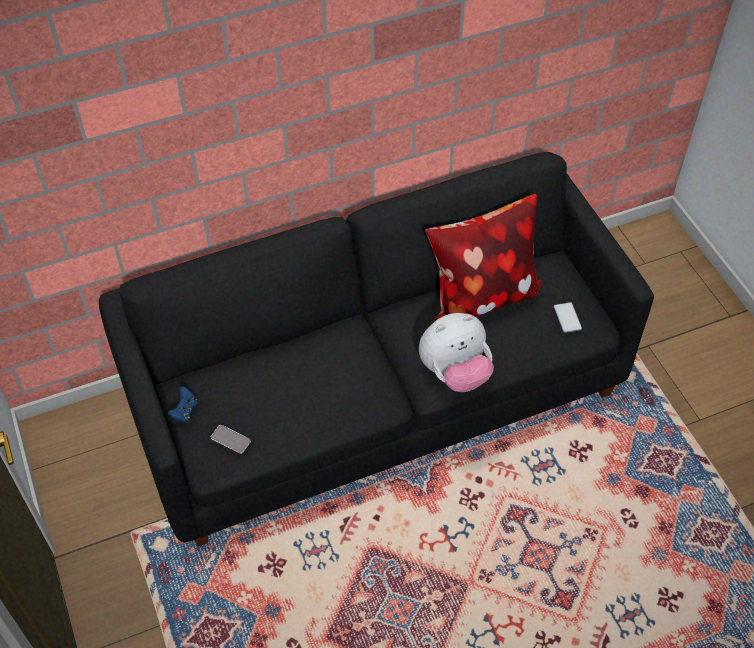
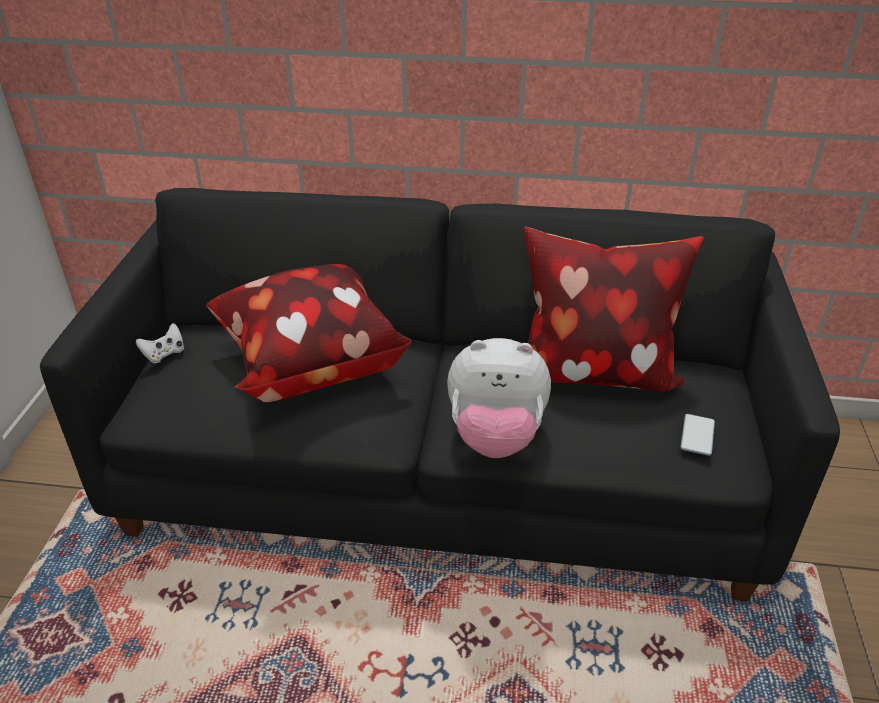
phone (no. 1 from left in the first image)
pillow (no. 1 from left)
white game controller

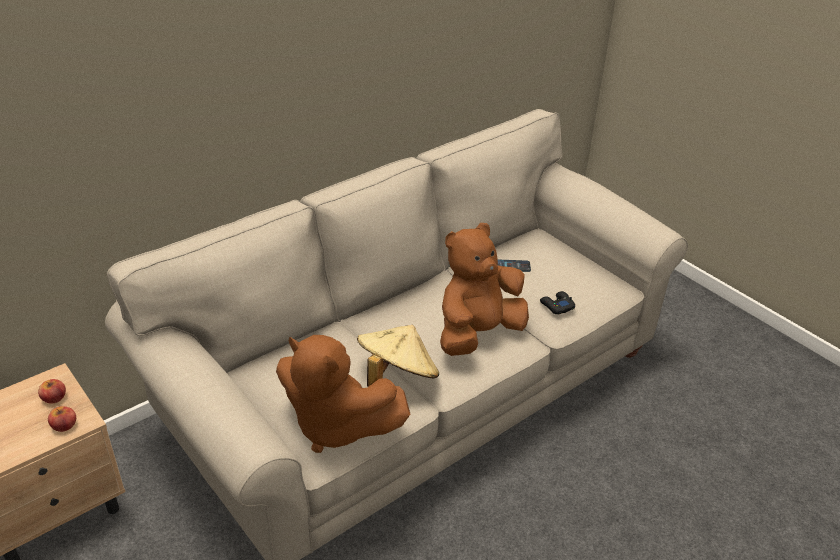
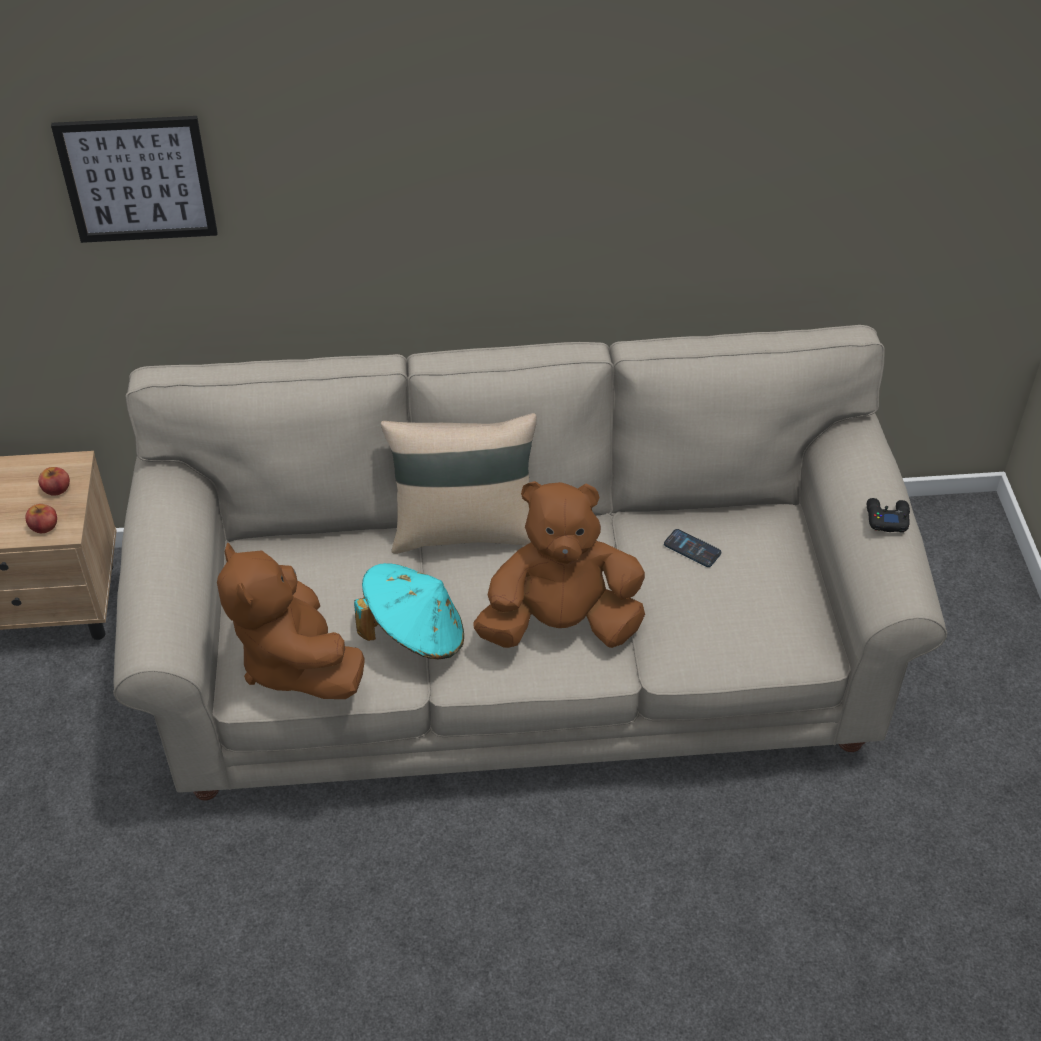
picture
beige pillow
black game controller
turquoise hat

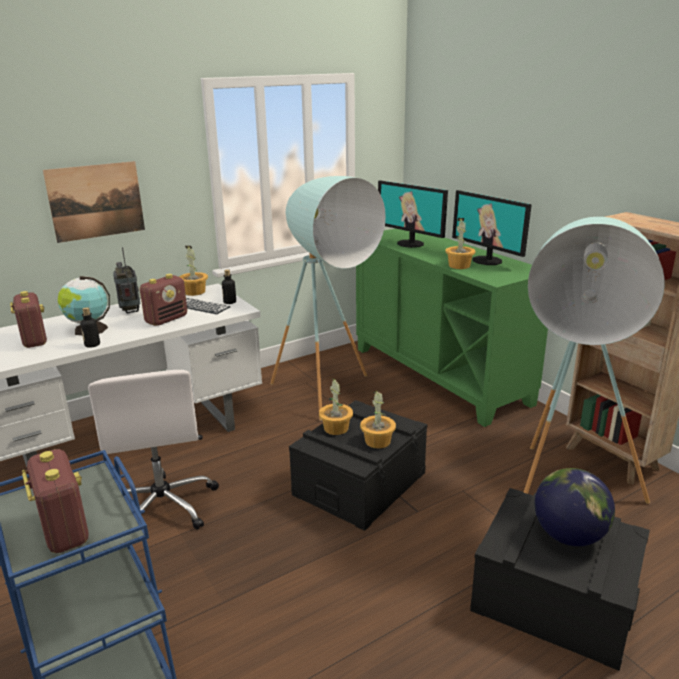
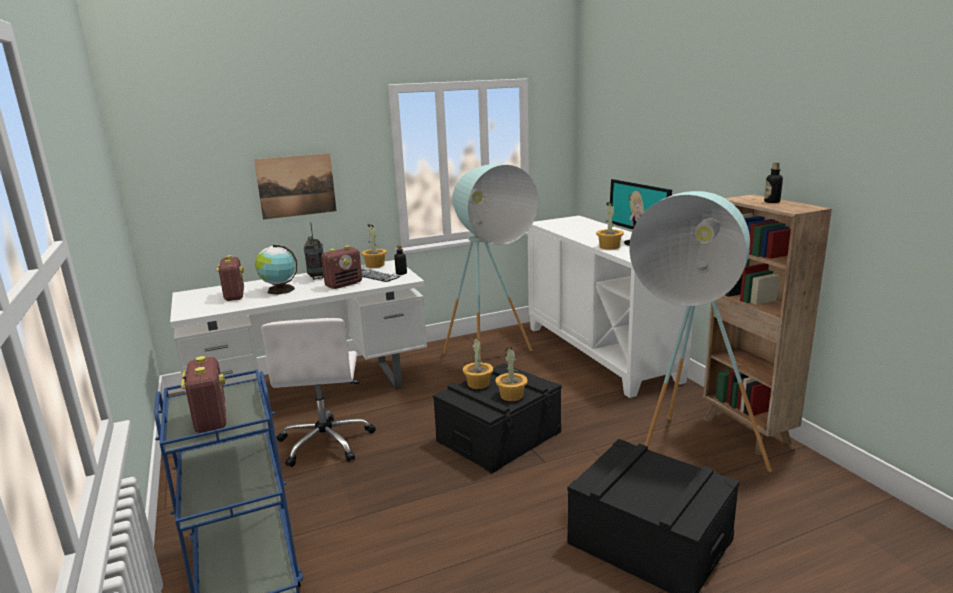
monitor (no. 1 from left in the first image)
globe (no. 2 from left in the first image)
bottle (no. 2 from left)
white cabinet

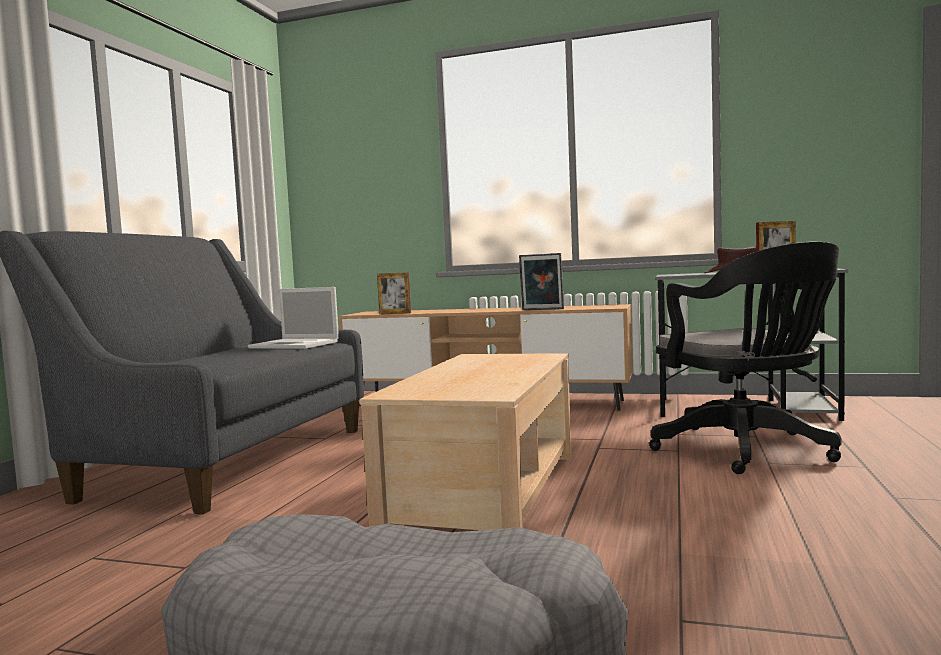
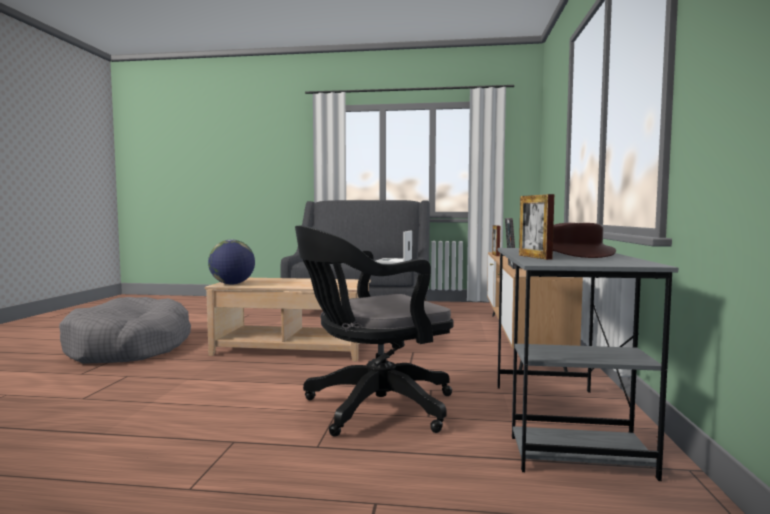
globe

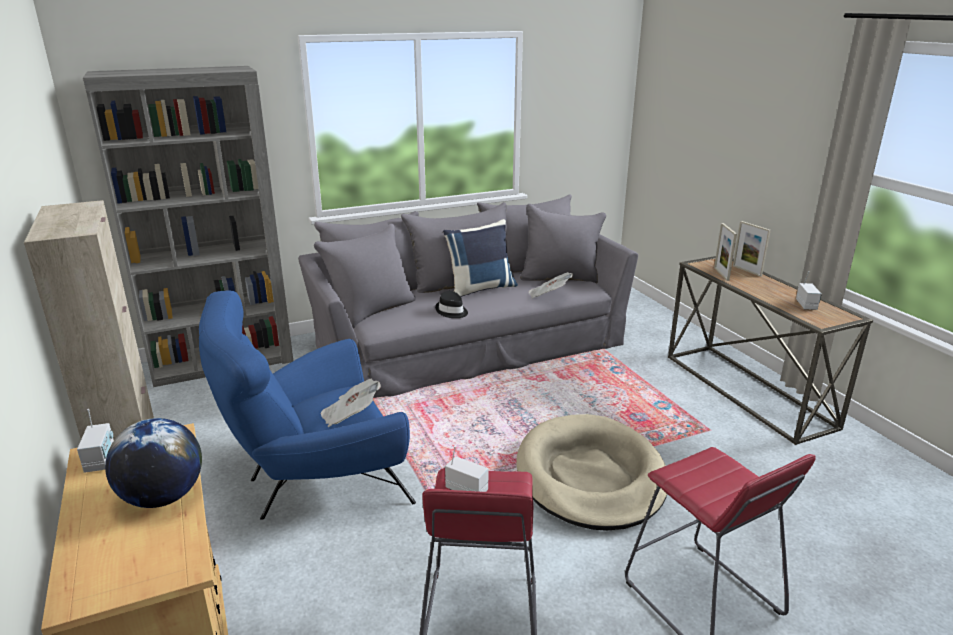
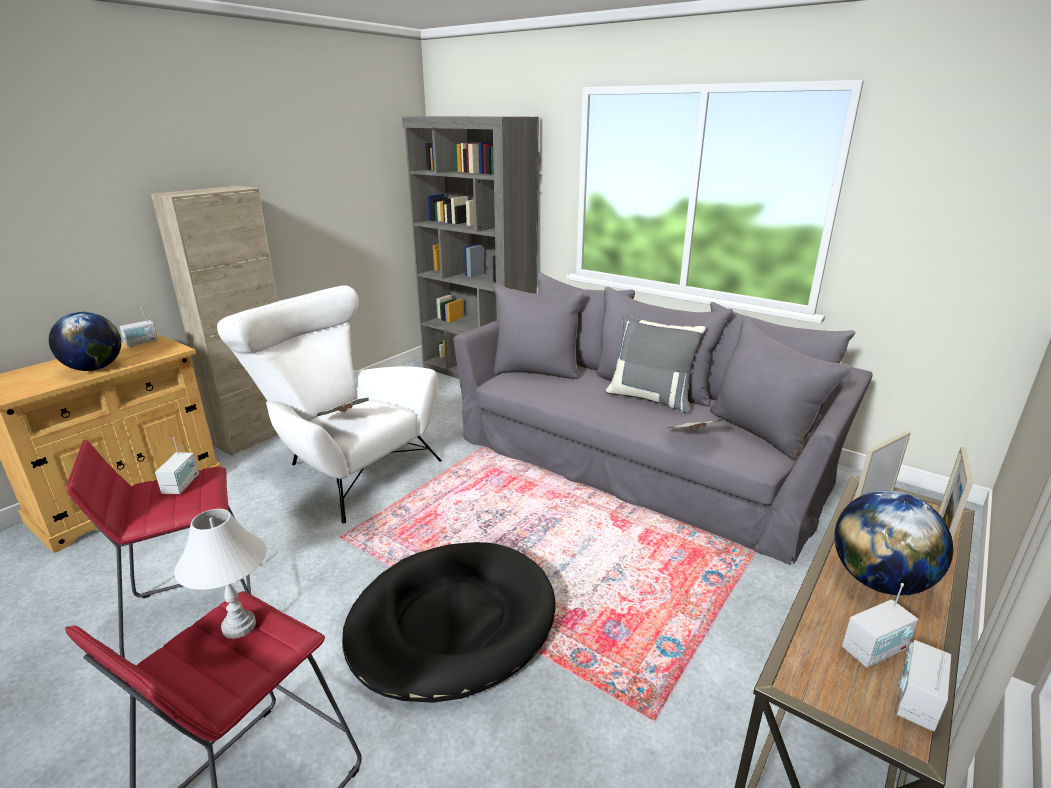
black hat
white table lamp
globe (no. 2 from left)
radio (no. 4 from left)
white armchair
grey pillow
black dog bed

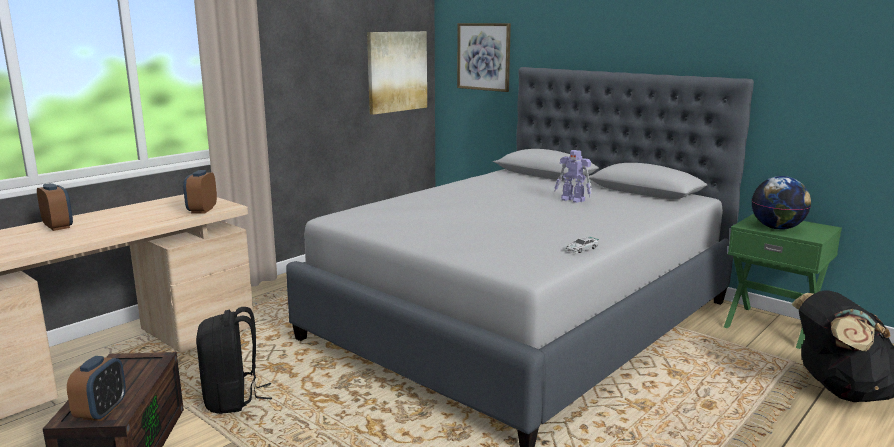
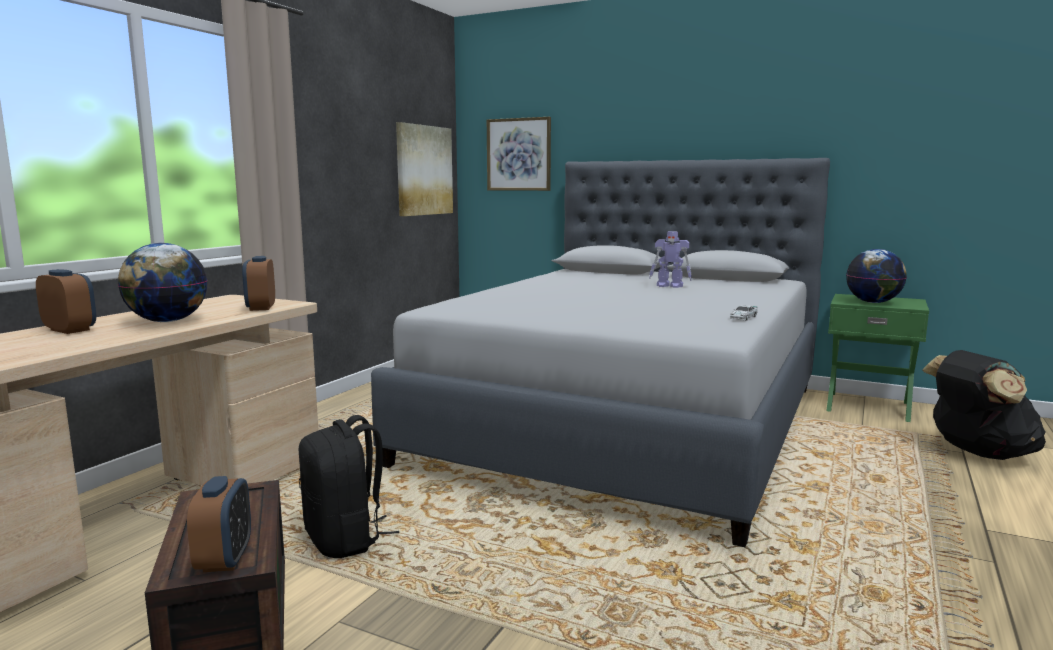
globe (no. 1 from left)

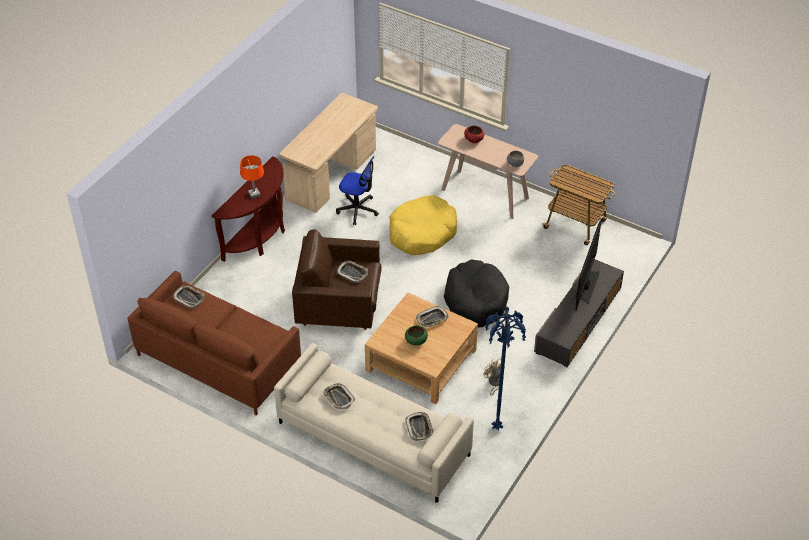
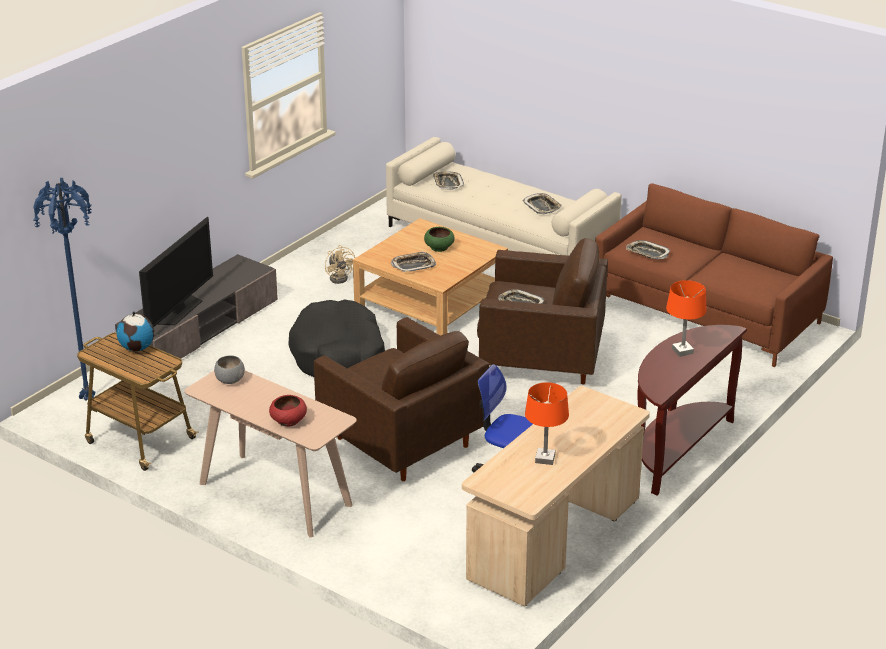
globe
orange table lamp (no. 1 from left)
tray (no. 5 from left)
blue floor lamp
brown armchair (no. 1 from left)

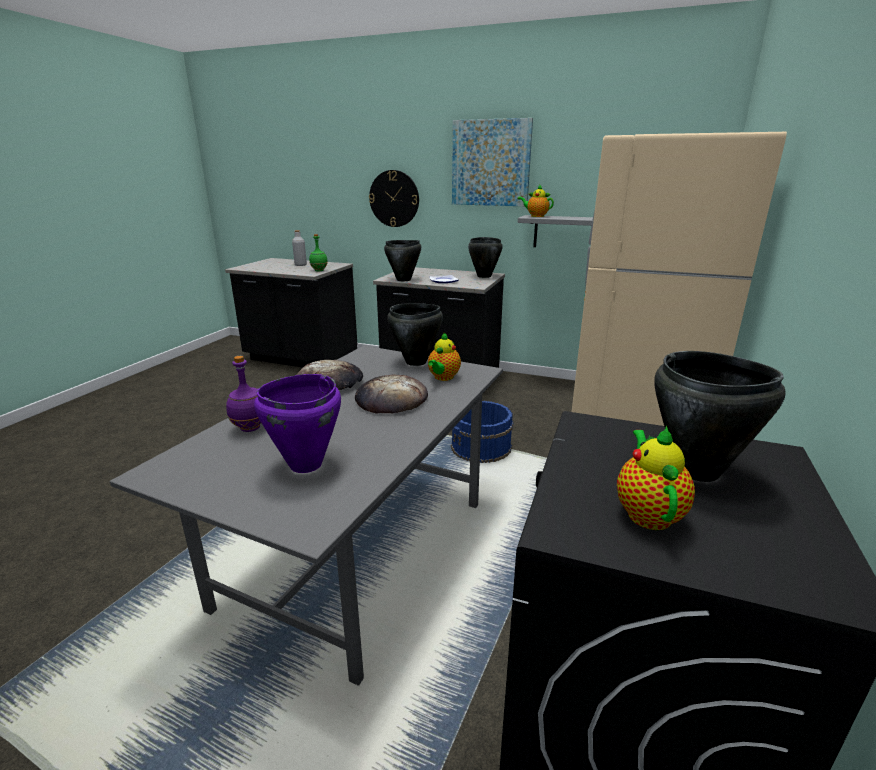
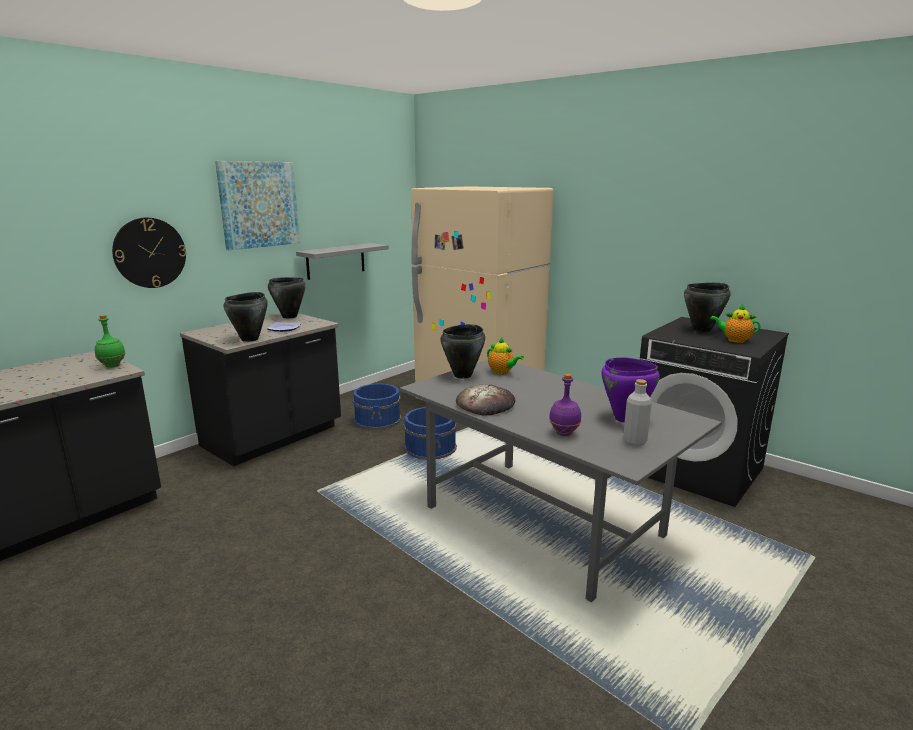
bread (no. 2 from left in the first image)
teapot (no. 2 from left in the first image)
blue bucket (no. 1 from left)
grey bottle

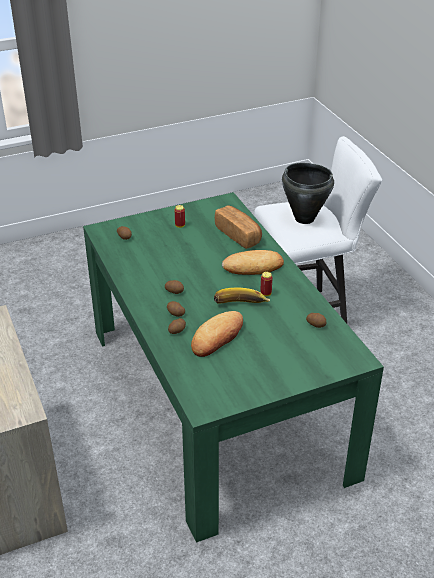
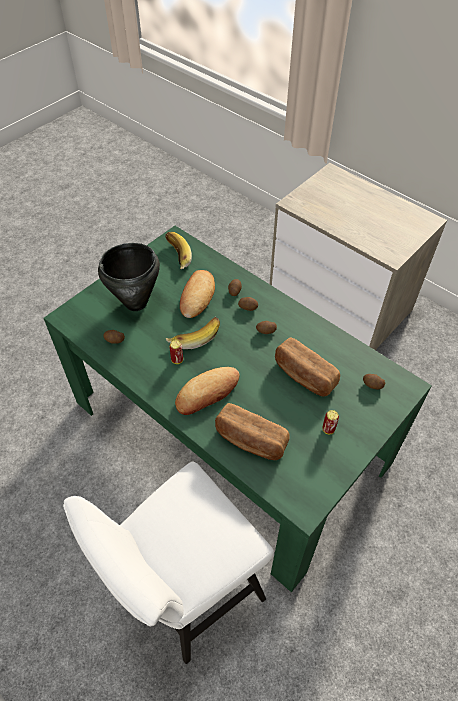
banana (no. 1 from left)
bread (no. 4 from left)
black cooking pot

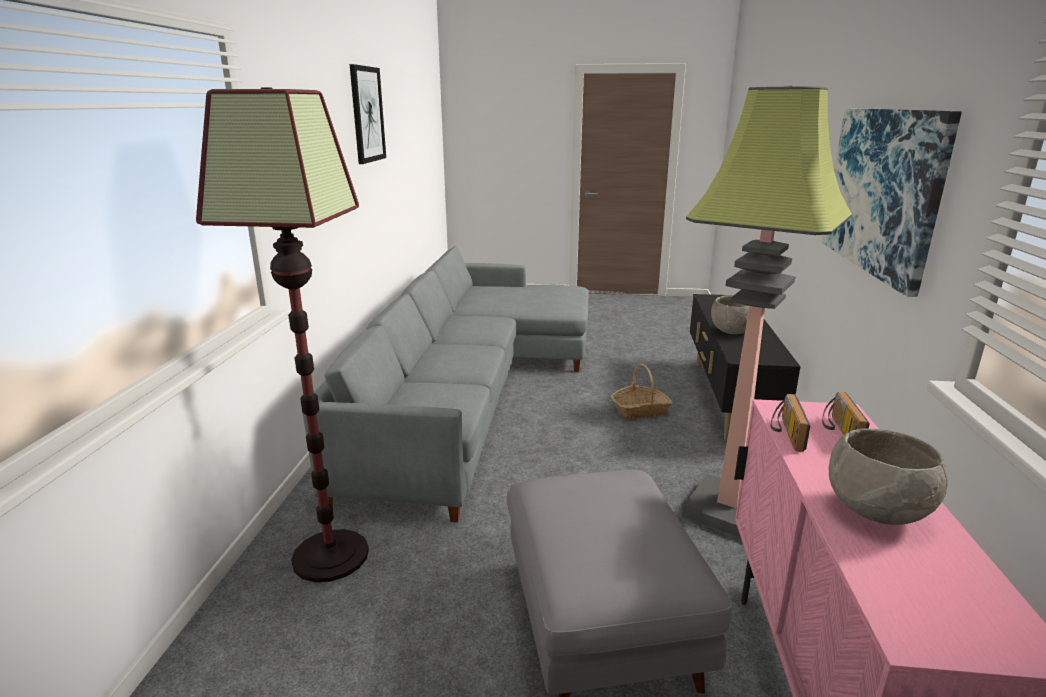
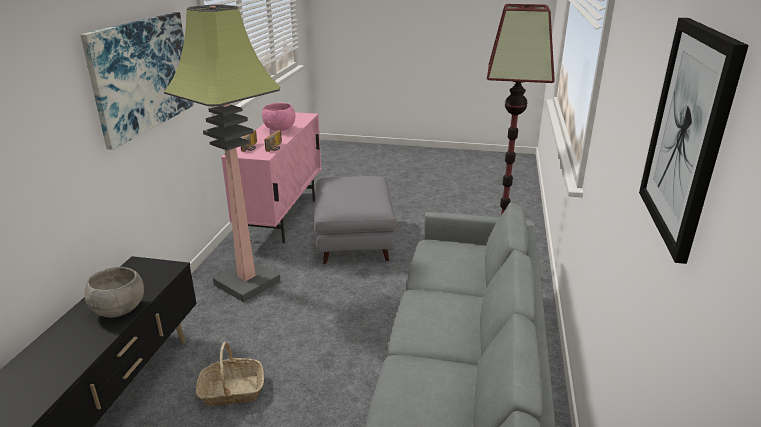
pink bowl

